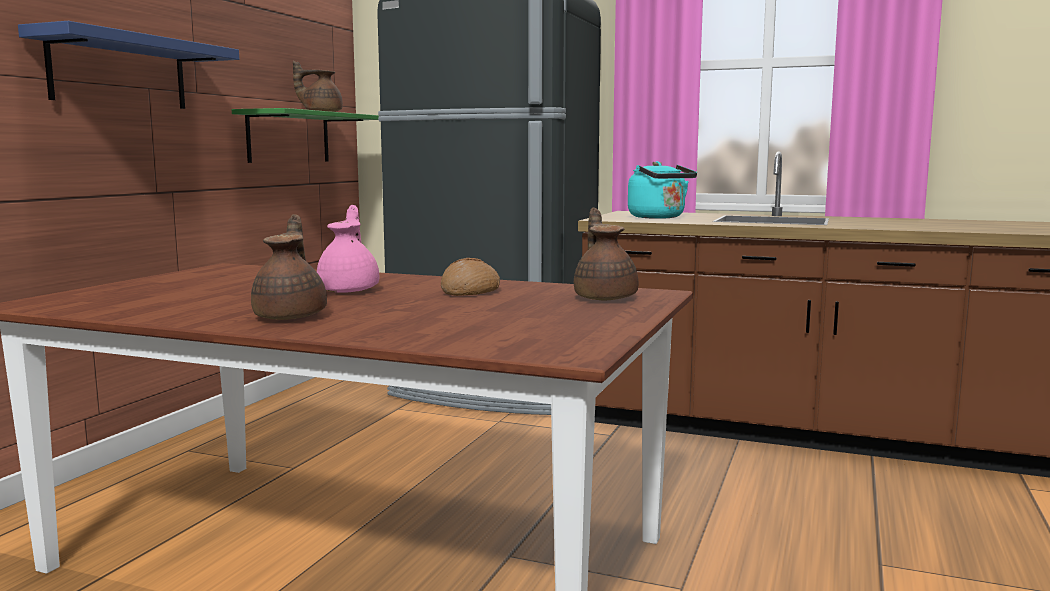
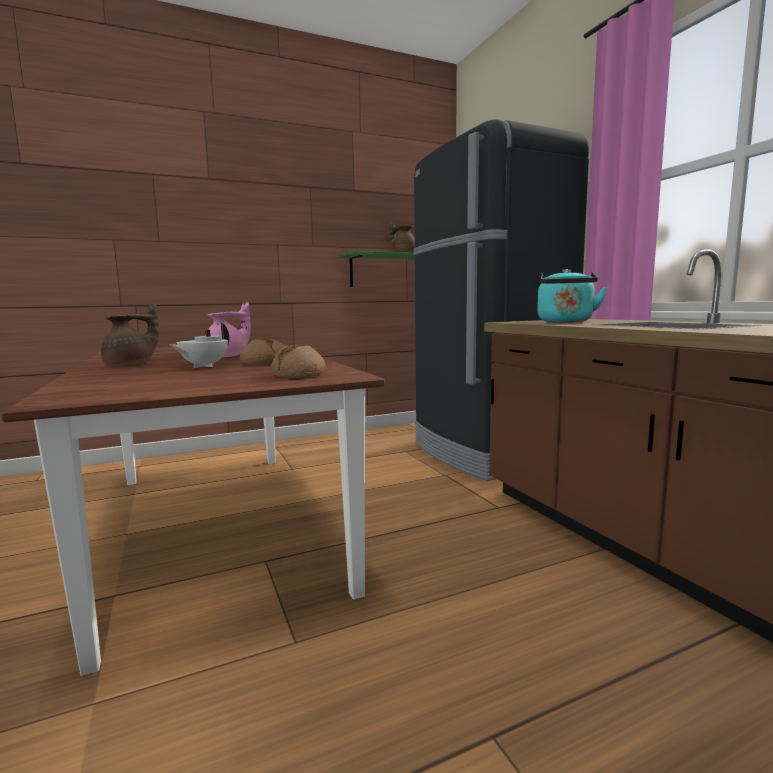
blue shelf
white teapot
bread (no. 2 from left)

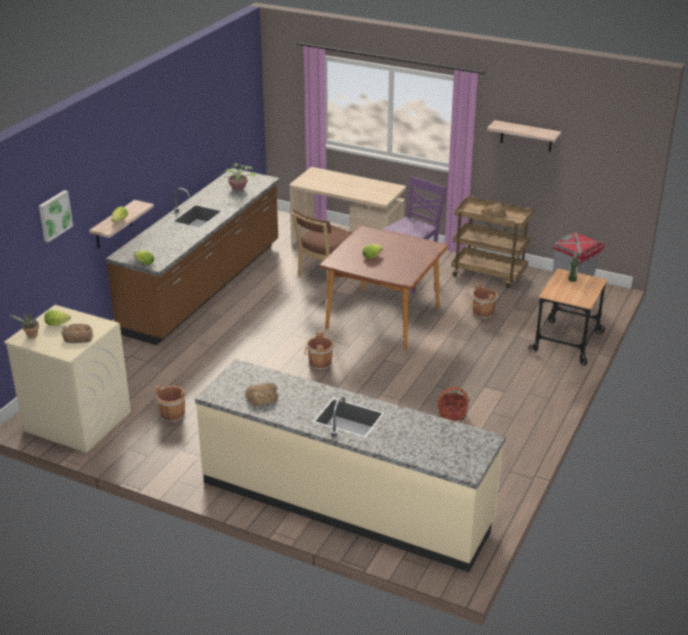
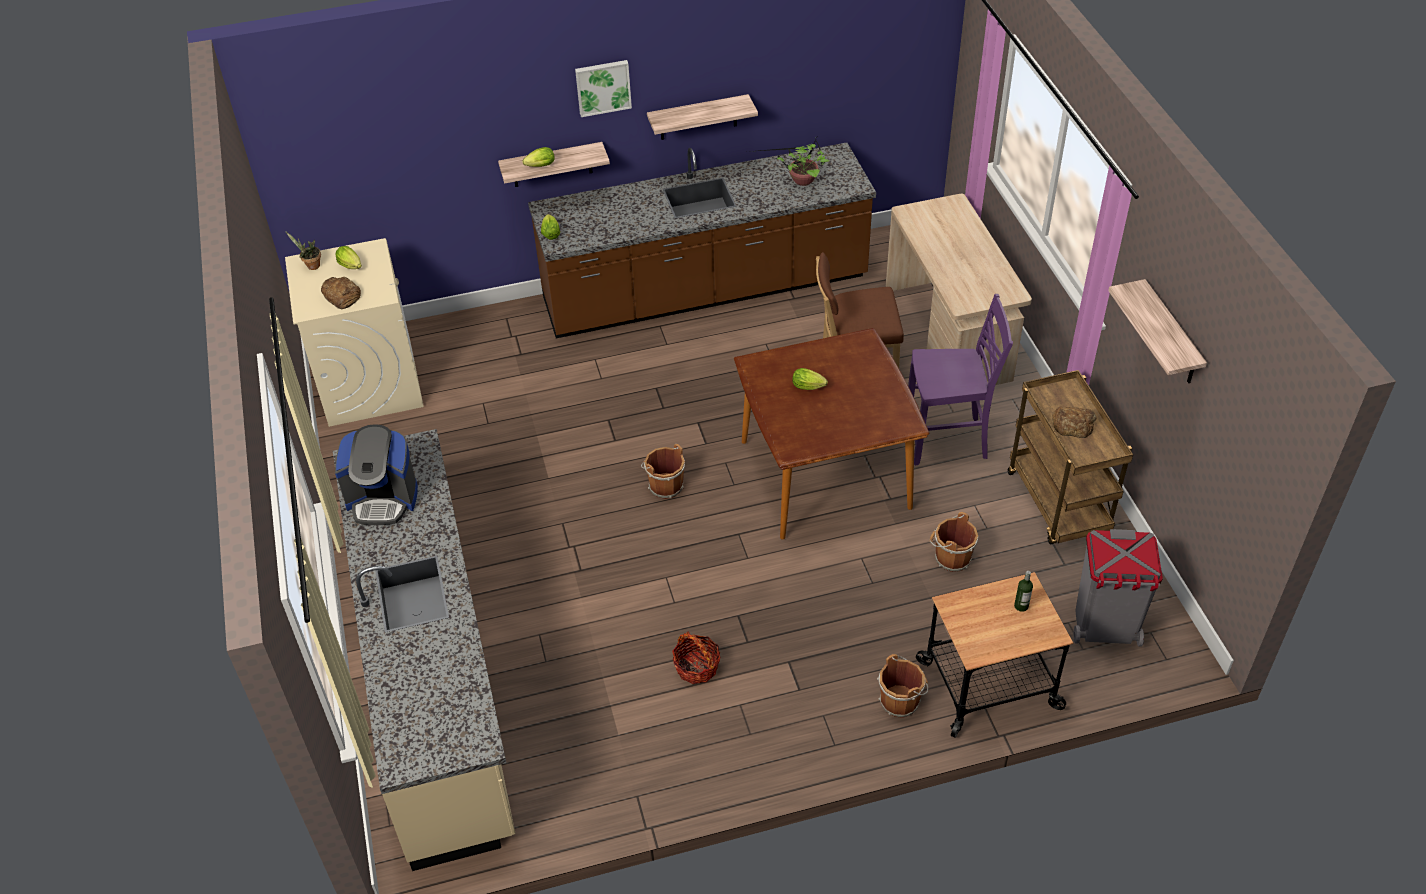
shelf (no. 2 from left)
picture
brown bucket (no. 2 from left)
coffee machine

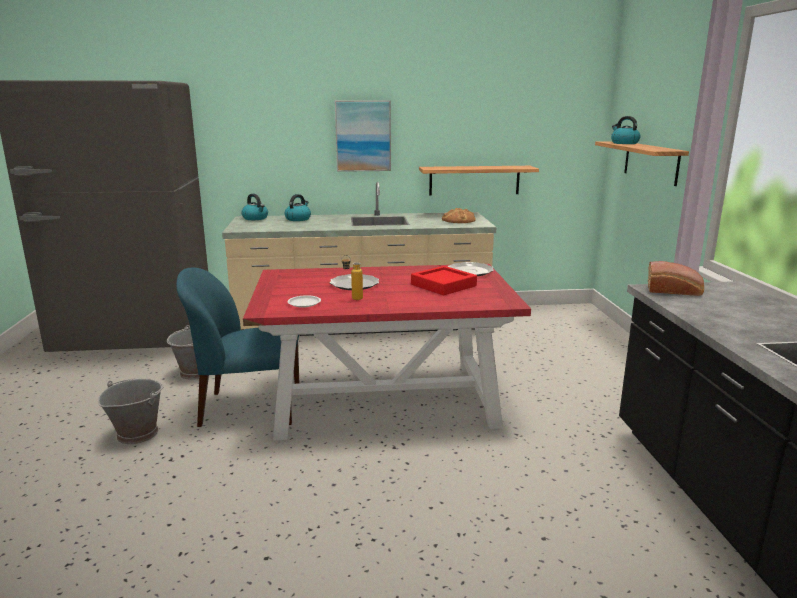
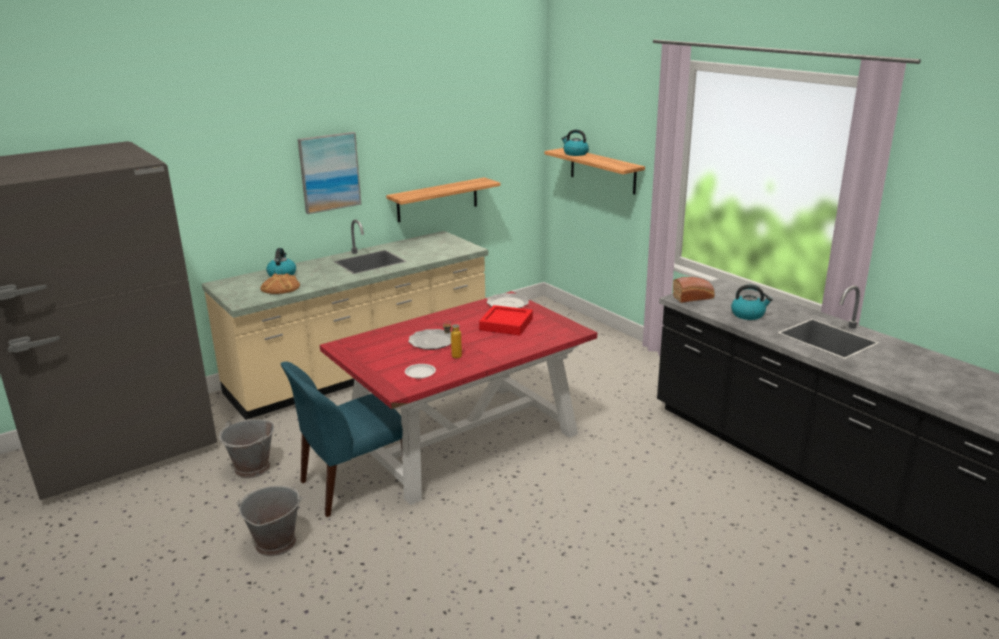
kettle (no. 3 from left)
bread (no. 1 from left)

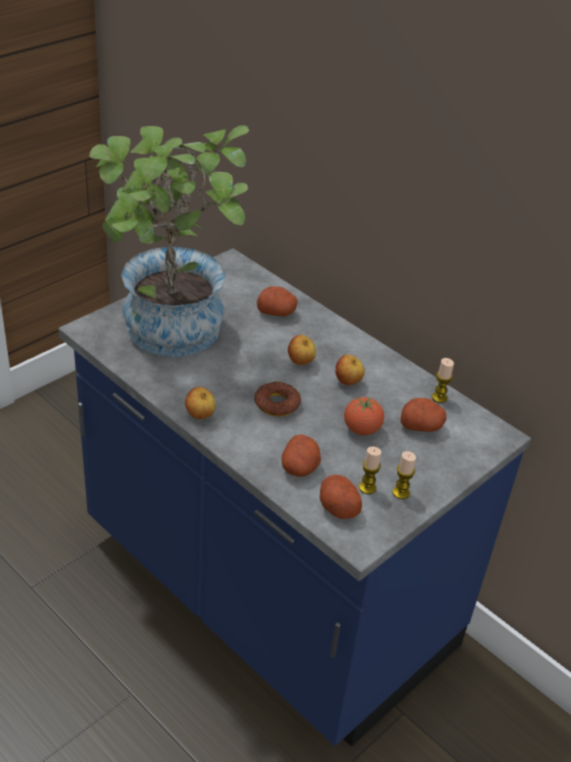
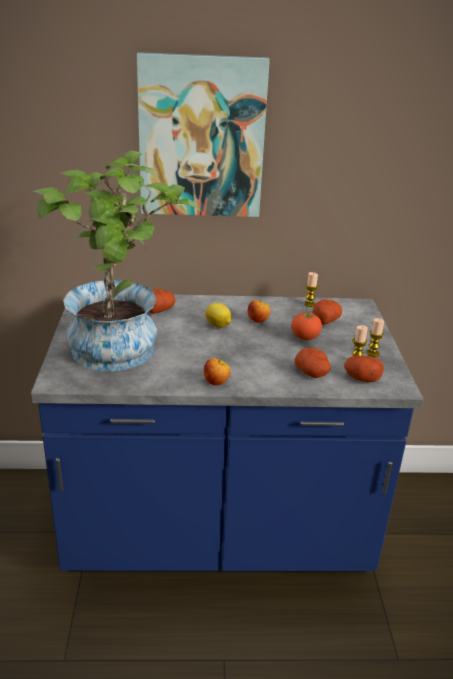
donut
picture
lemon

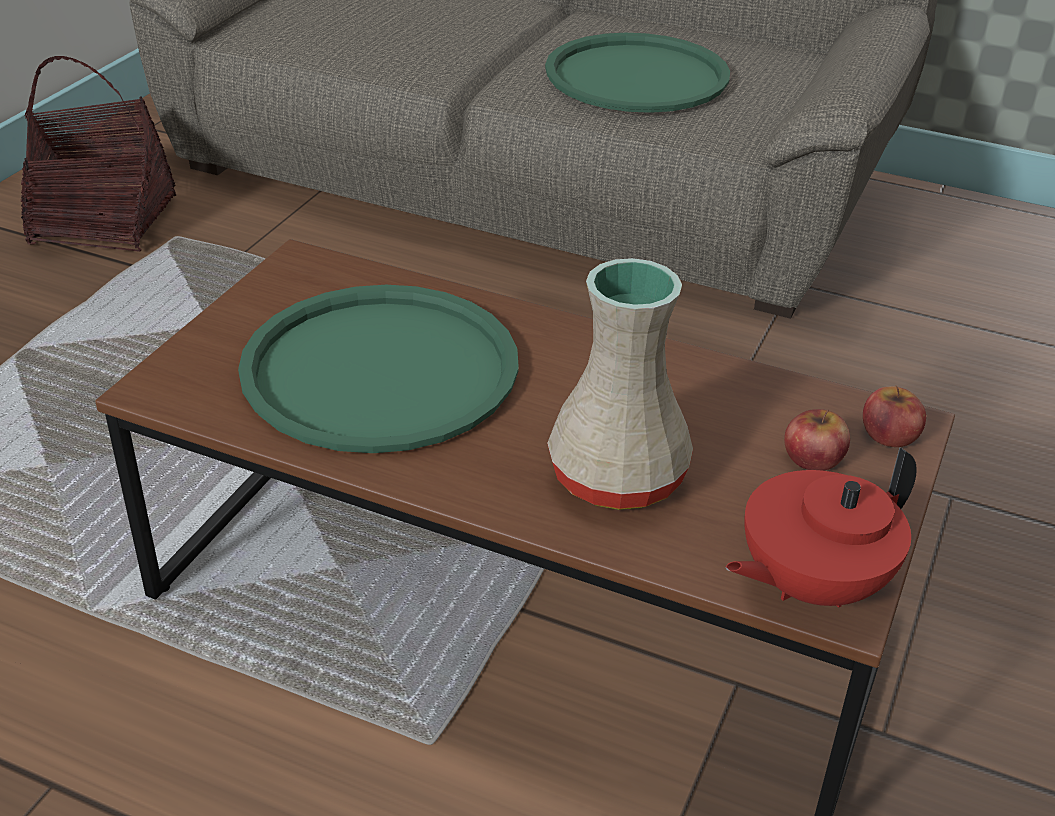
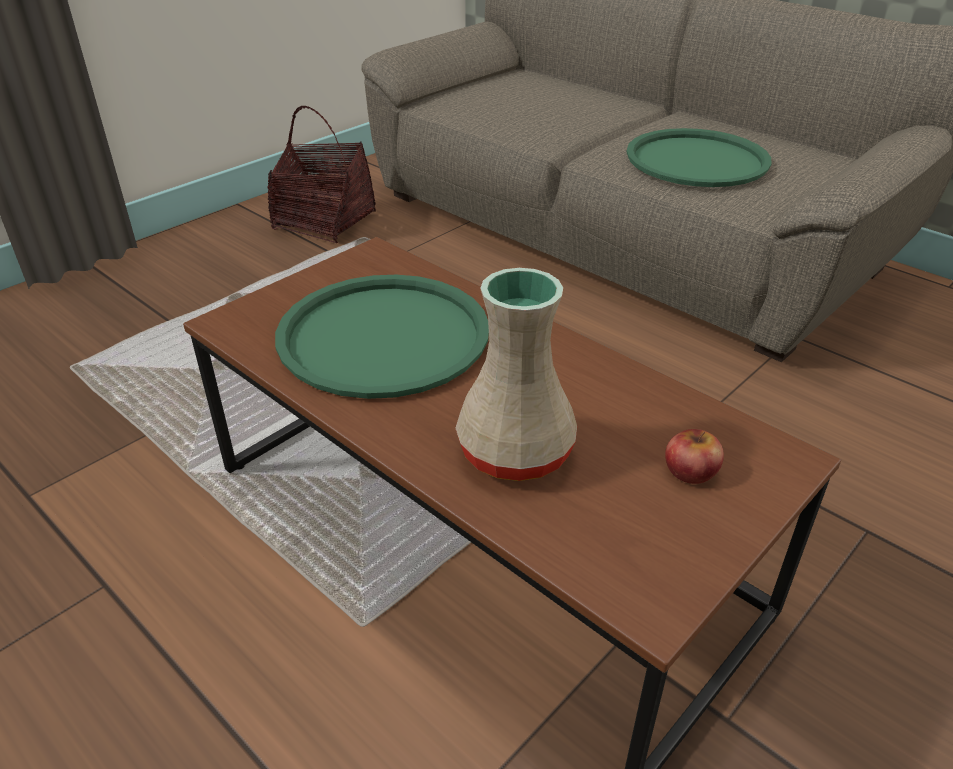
red teapot
apple (no. 2 from left in the first image)

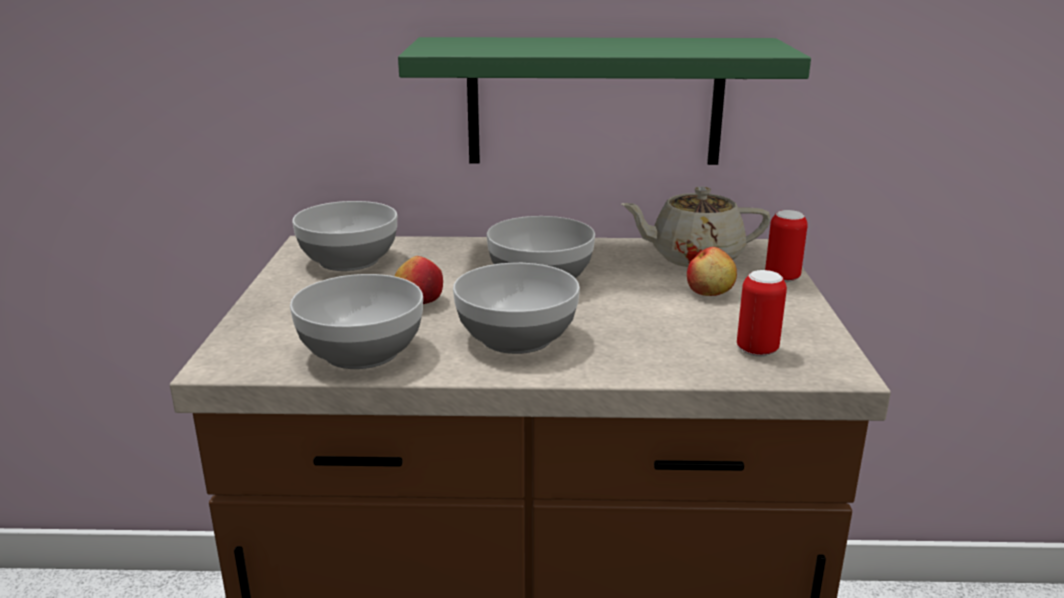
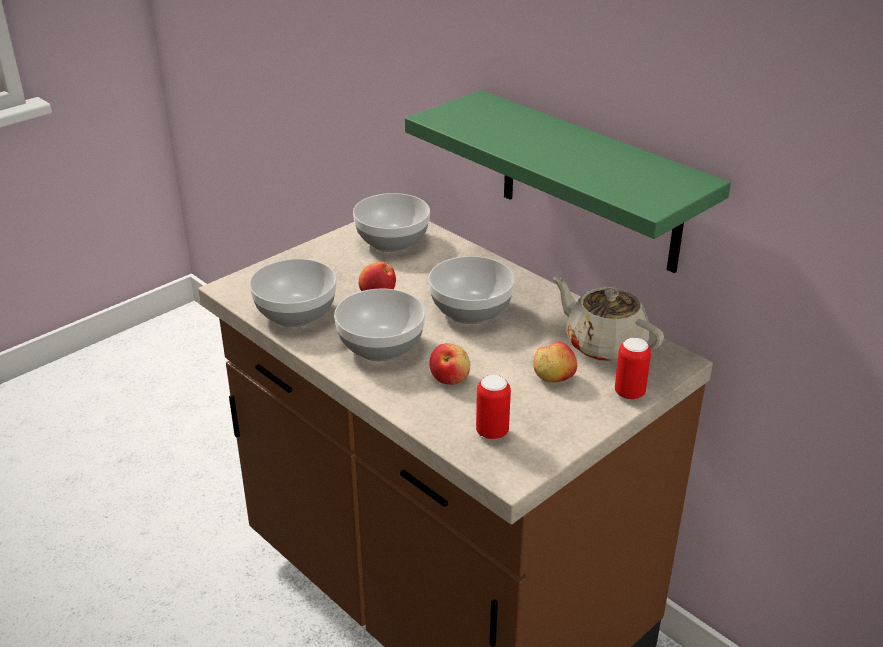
apple (no. 2 from left)

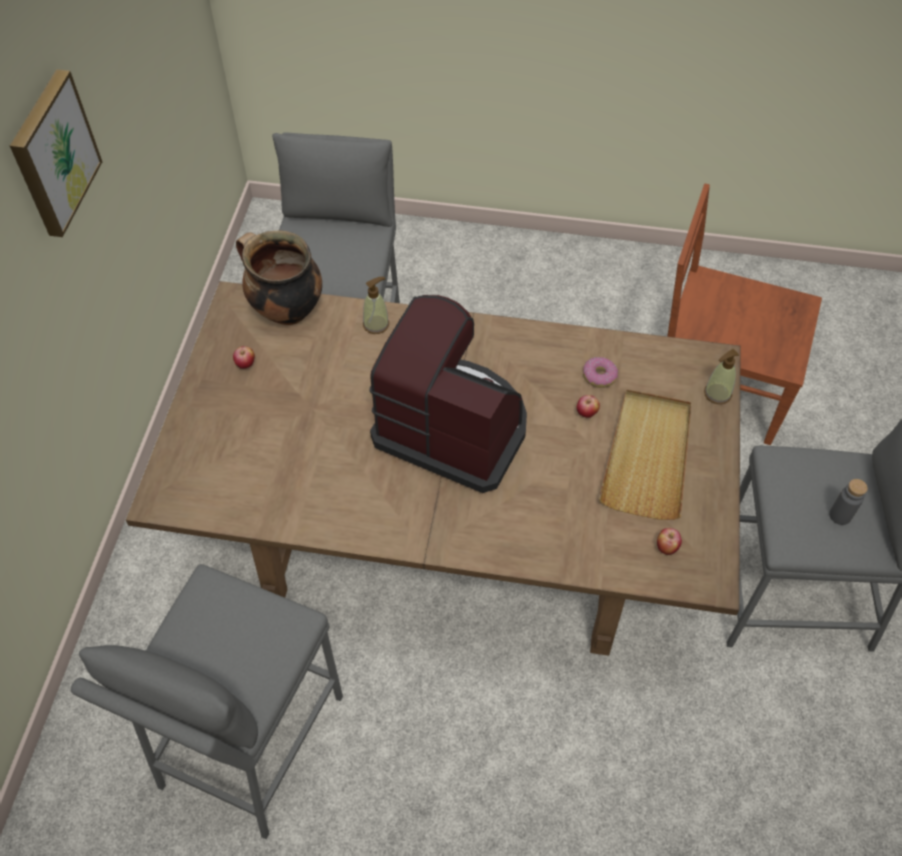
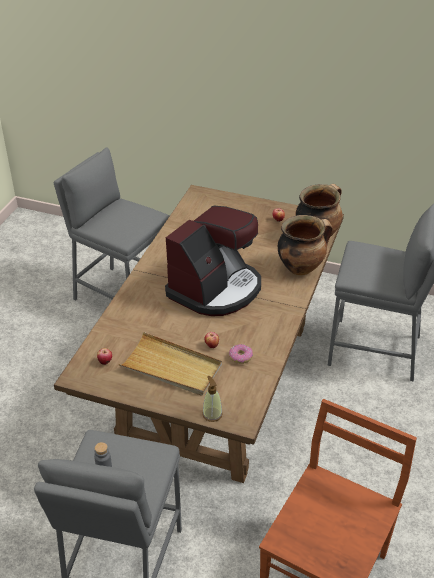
picture
cooking pot (no. 1 from left)

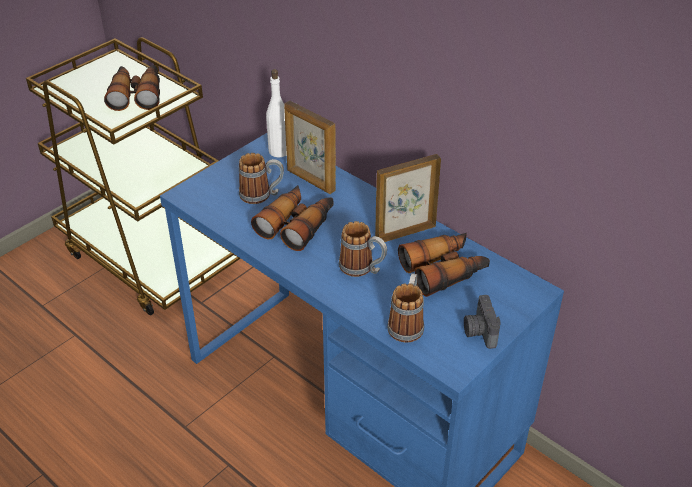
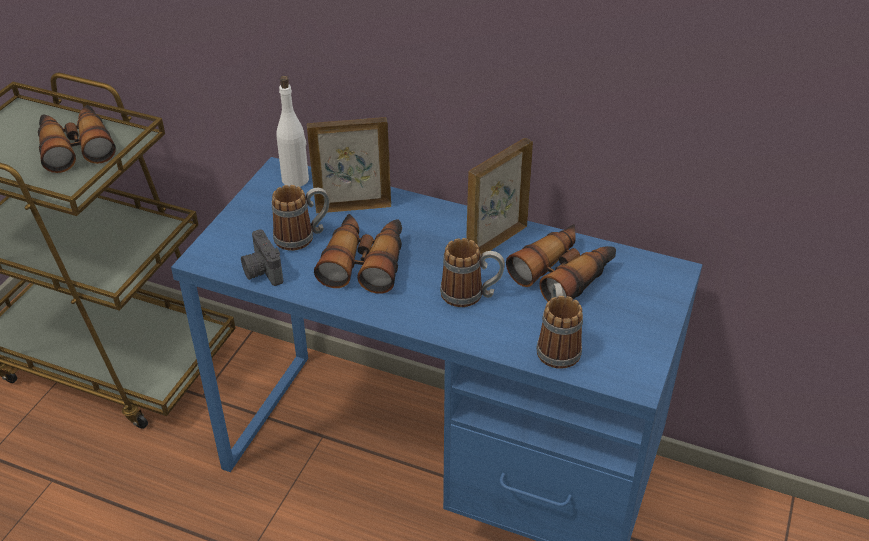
photo camera
picture frame (no. 1 from left)

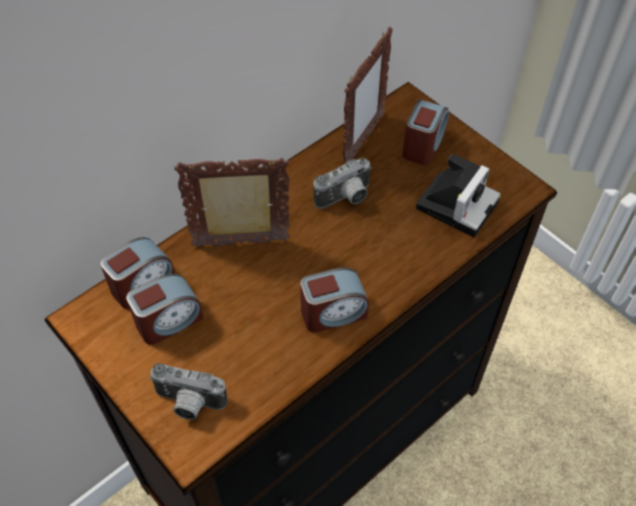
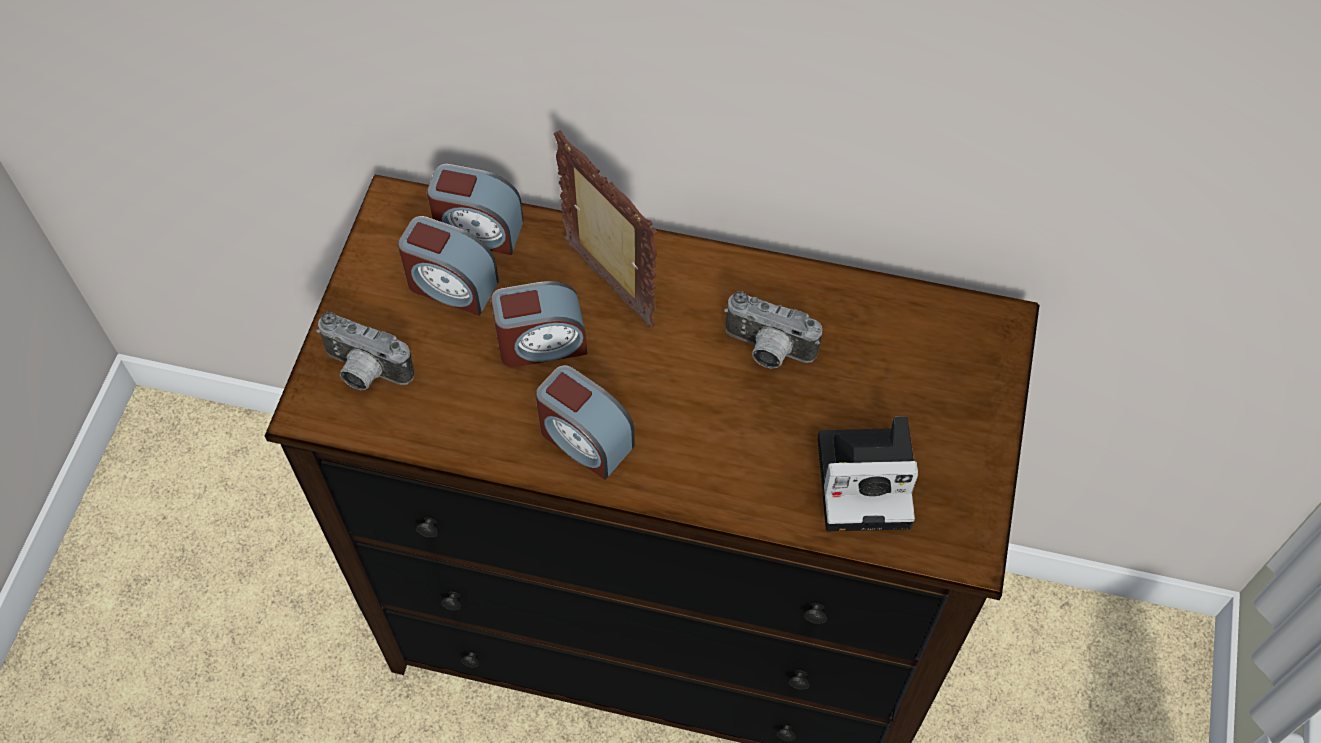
picture frame (no. 2 from left in the first image)
alarm clock (no. 3 from left)
photo camera (no. 1 from left)

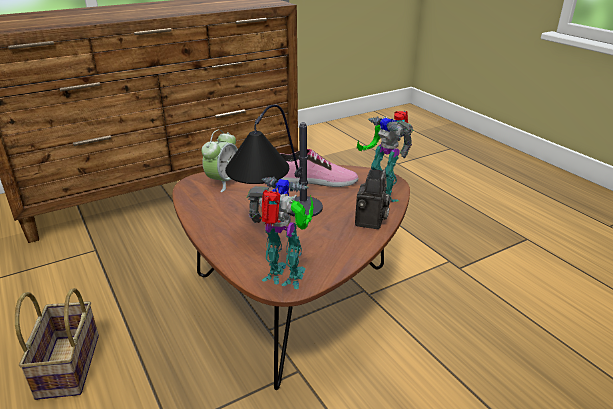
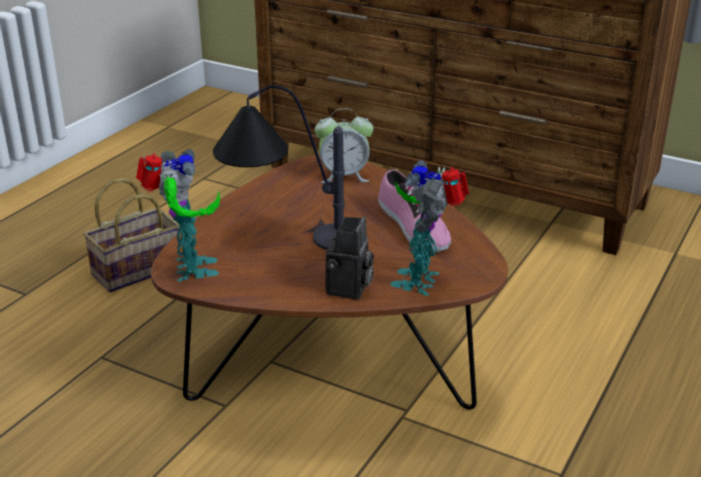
photo camera

